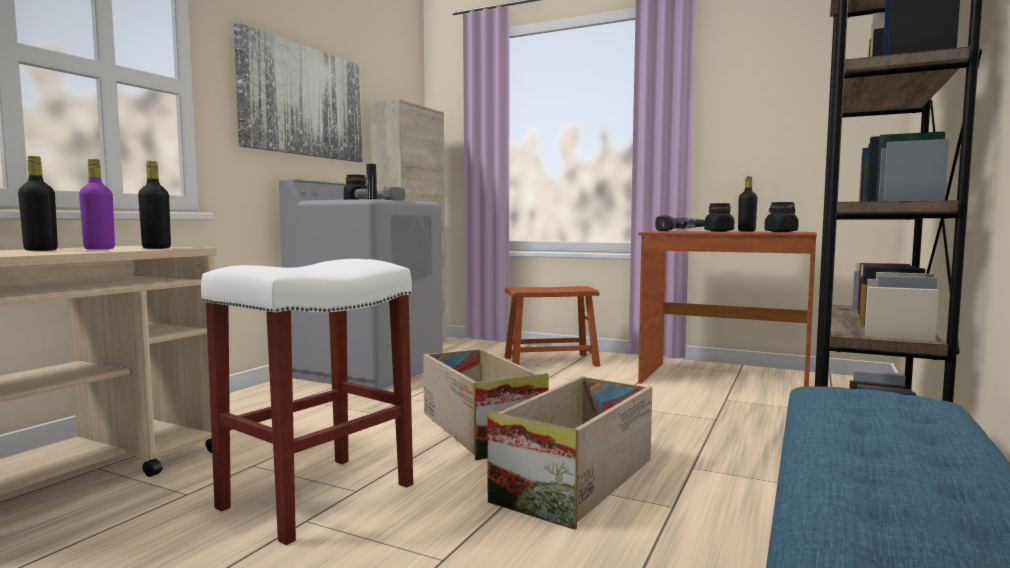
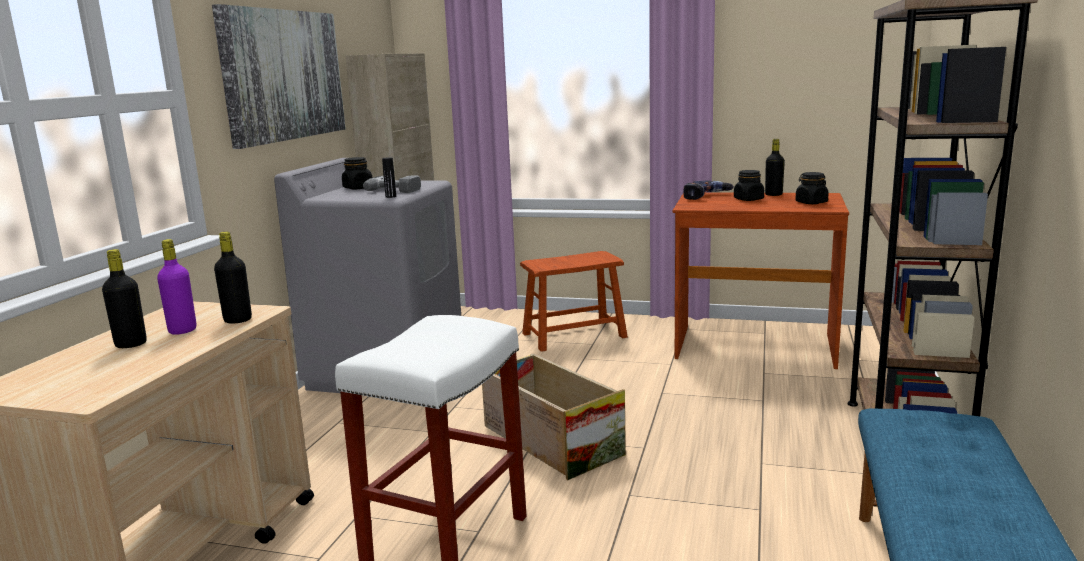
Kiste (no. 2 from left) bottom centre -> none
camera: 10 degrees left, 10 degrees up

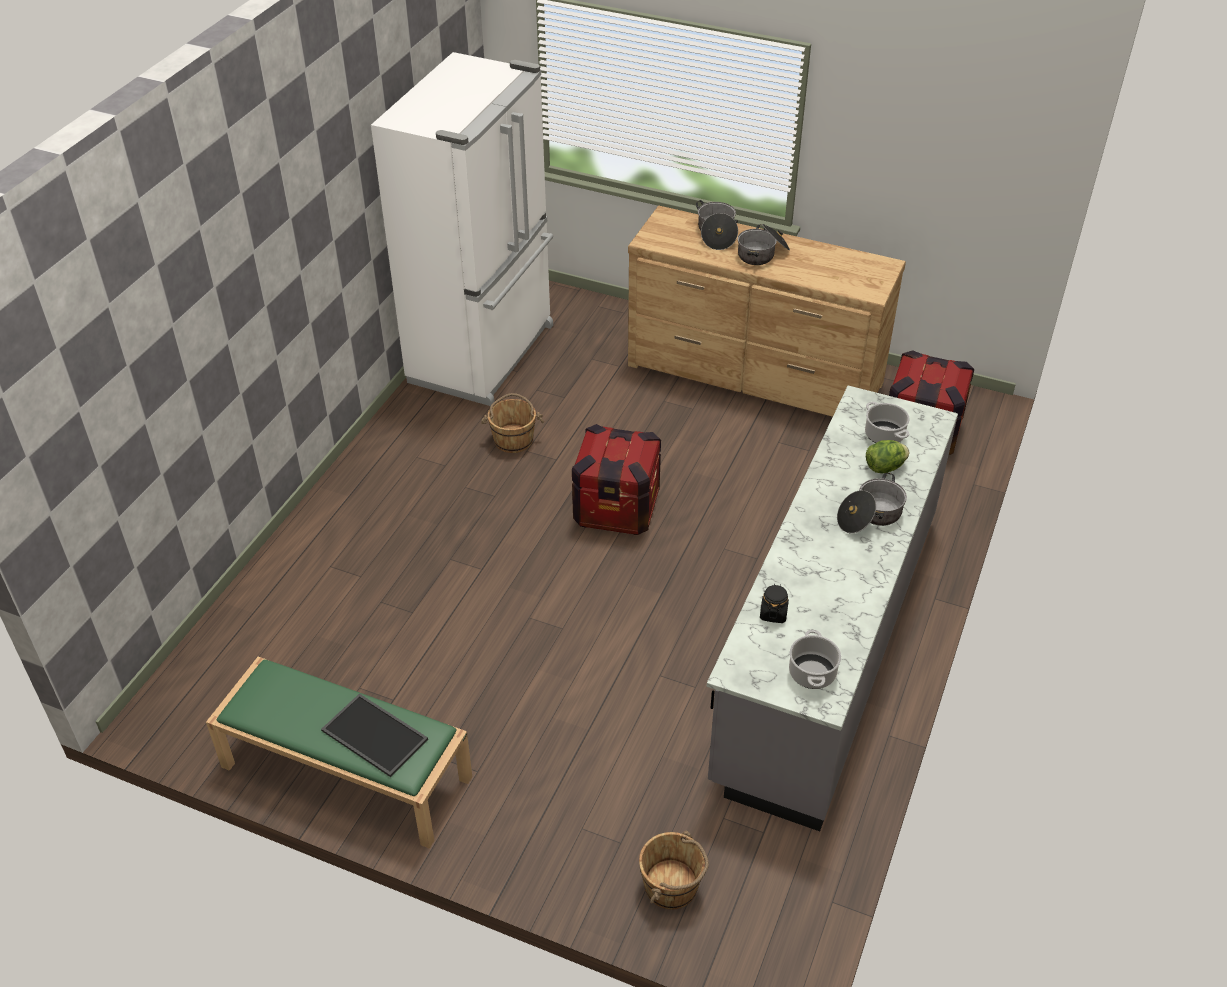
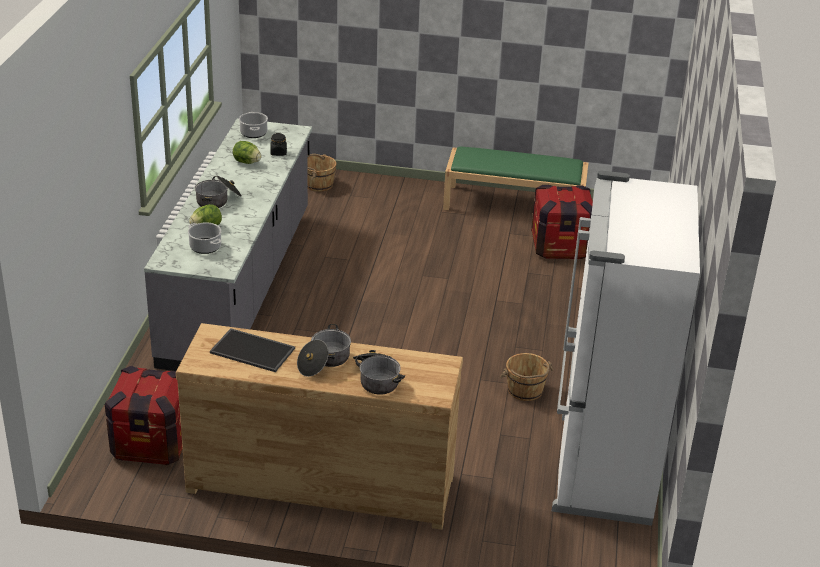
none -> Salatkopf (no. 2 from left) top left
Tablett bottom left -> Tablett middle left, shifted
Kiste (no. 1 from left in the first image) centre -> Kiste (no. 2 from left) middle right, shifted
camera: 165 degrees right, 10 degrees down

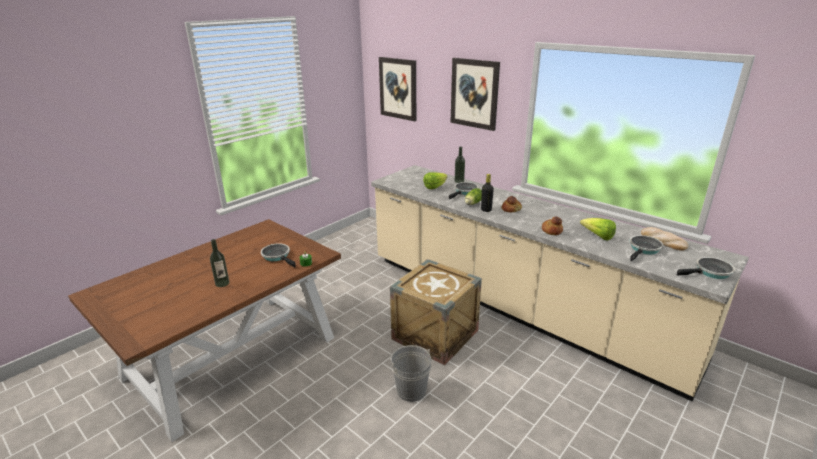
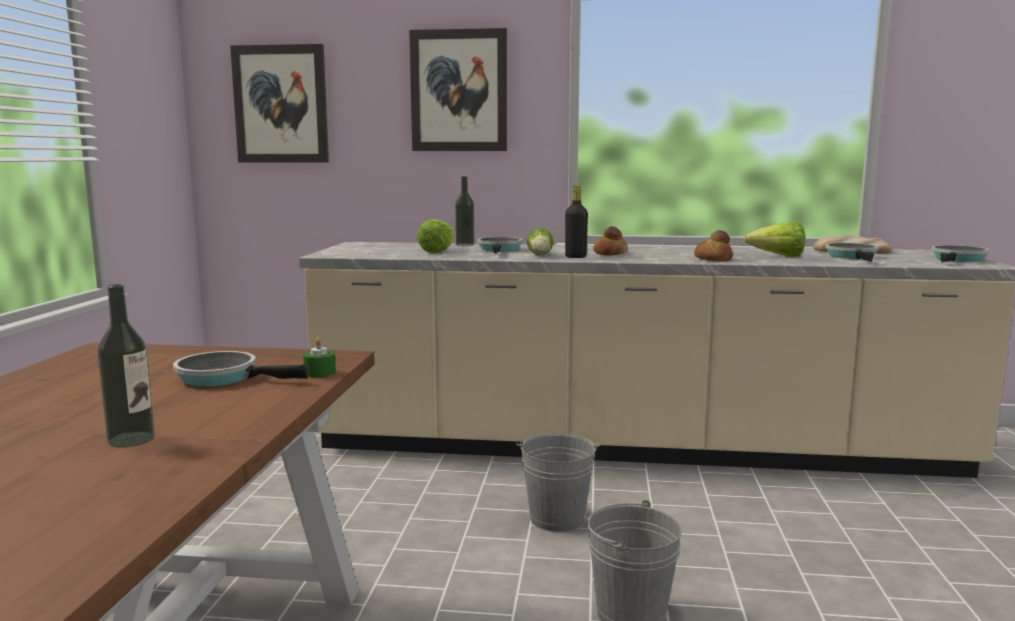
Kiste bottom centre -> Eimer (grau) (no. 1 from left) bottom centre
camera: 35 degrees left, 15 degrees down

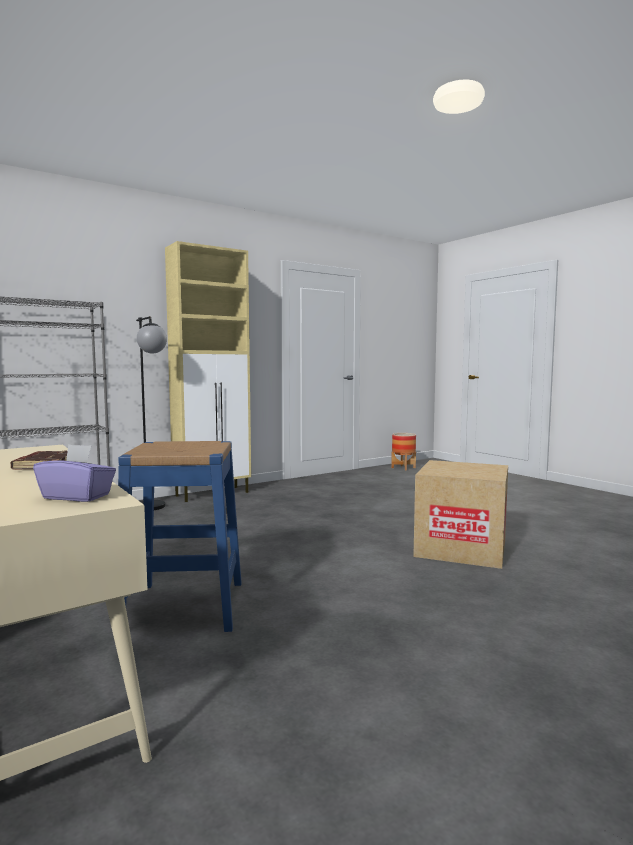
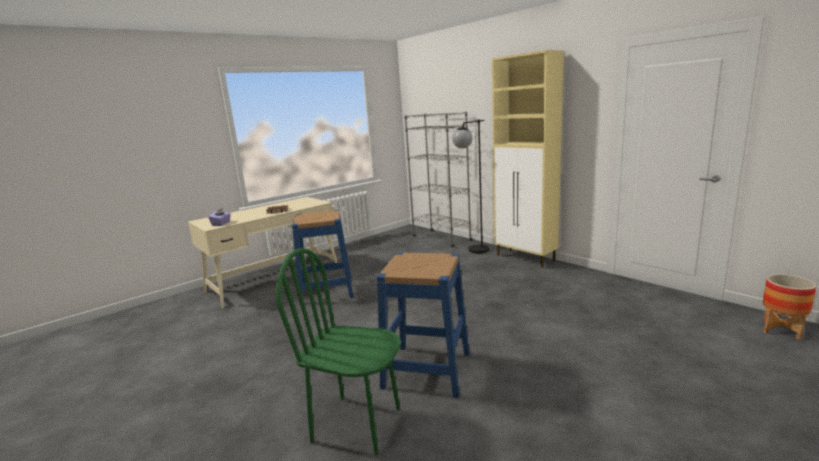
none -> Stuhl (grün) bottom centre
Karton middle right -> Hocker (blau) (no. 2 from left) bottom centre
camera: 85 degrees right, 10 degrees up

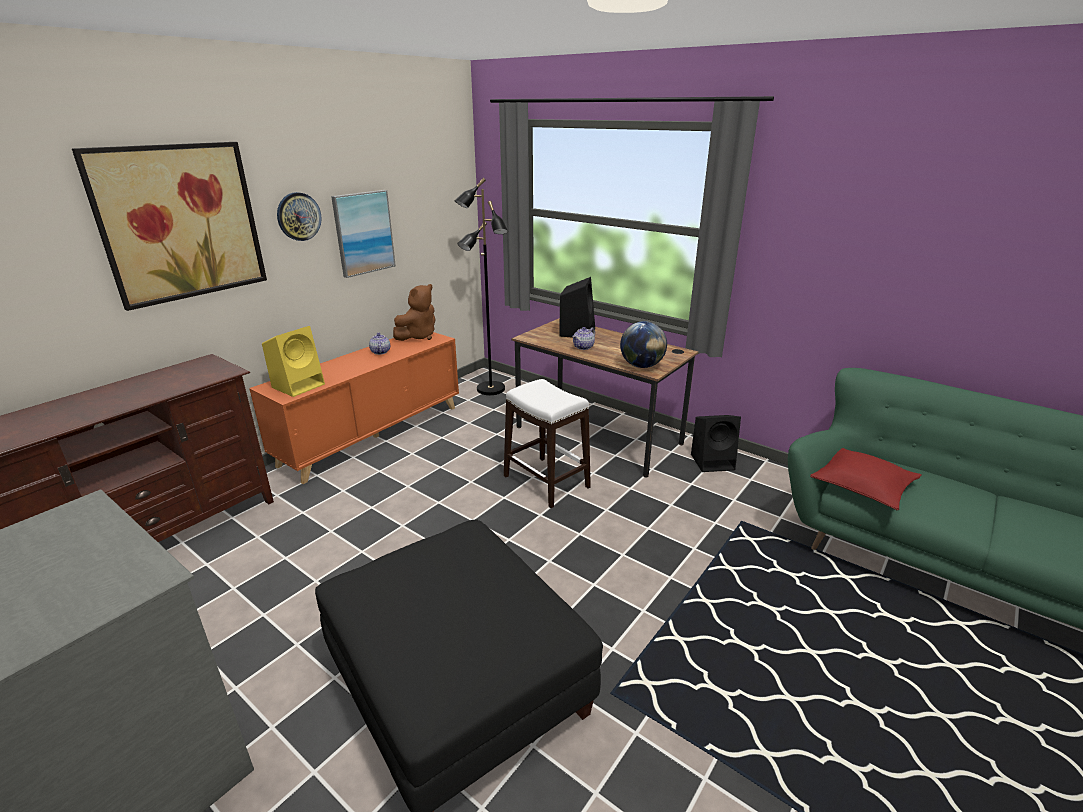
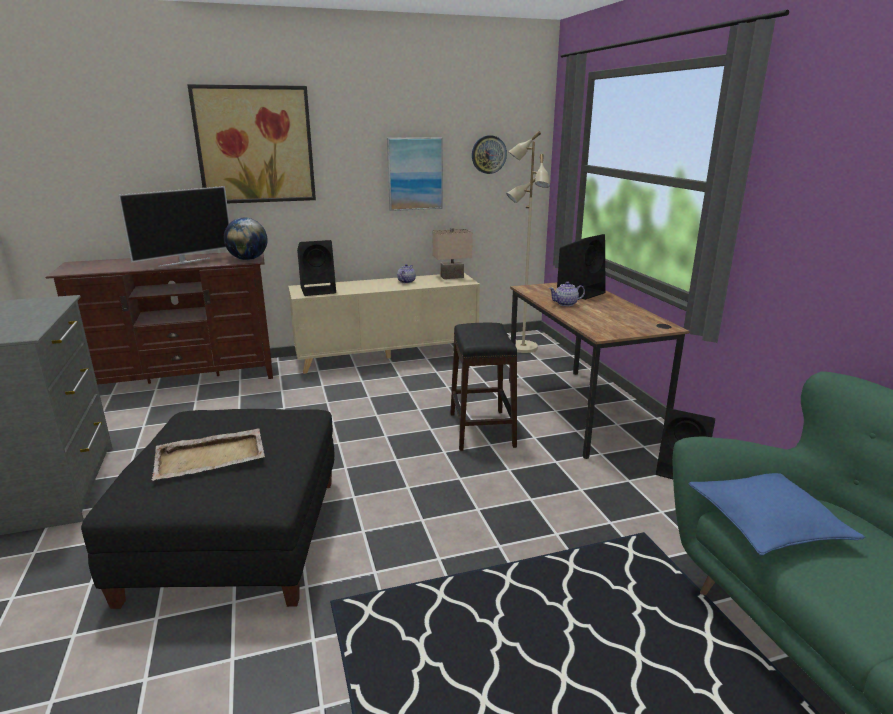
none -> Fernseher top left
none -> Tablett (beige) middle left
Wanduhr top left -> Wanduhr top centre, shifted
Globus centre -> Globus middle left, shifted
Plüschtier (braun) centre -> Tischlampe (beige) centre
Schrank (orange) middle left -> Schrank (beige) centre
Lautsprecher (gelb) middle left -> Lautsprecher (schwarz) (no. 1 from left) centre
Stehlampe (schwarz) centre -> Stehlampe (beige) centre
Hocker (weiß) centre -> Hocker (schwarz) centre
Kissen (rot) middle right -> Kissen (blau) bottom right
camera: 35 degrees right, 5 degrees down

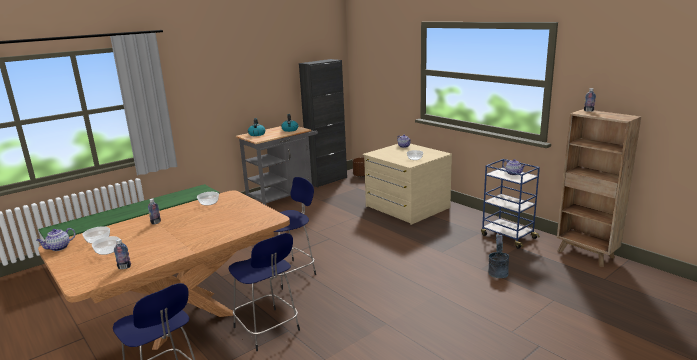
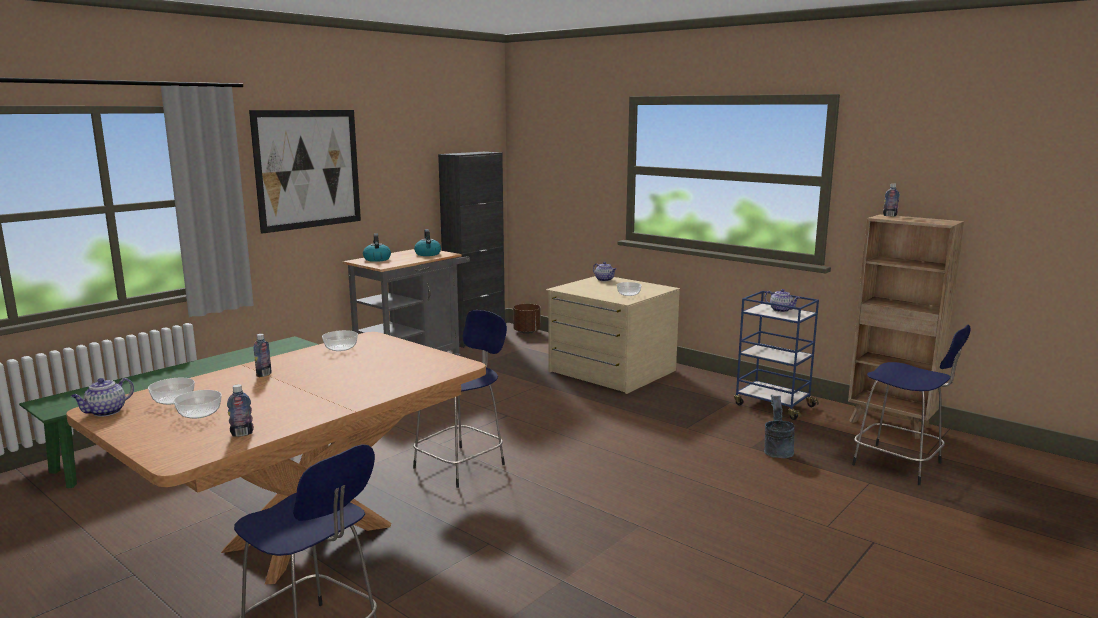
none -> Bild top left
Hocker (blau) (no. 2 from left in the first image) bottom centre -> Hocker (blau) (no. 3 from left) middle right, shifted
camera: 10 degrees left, 5 degrees down

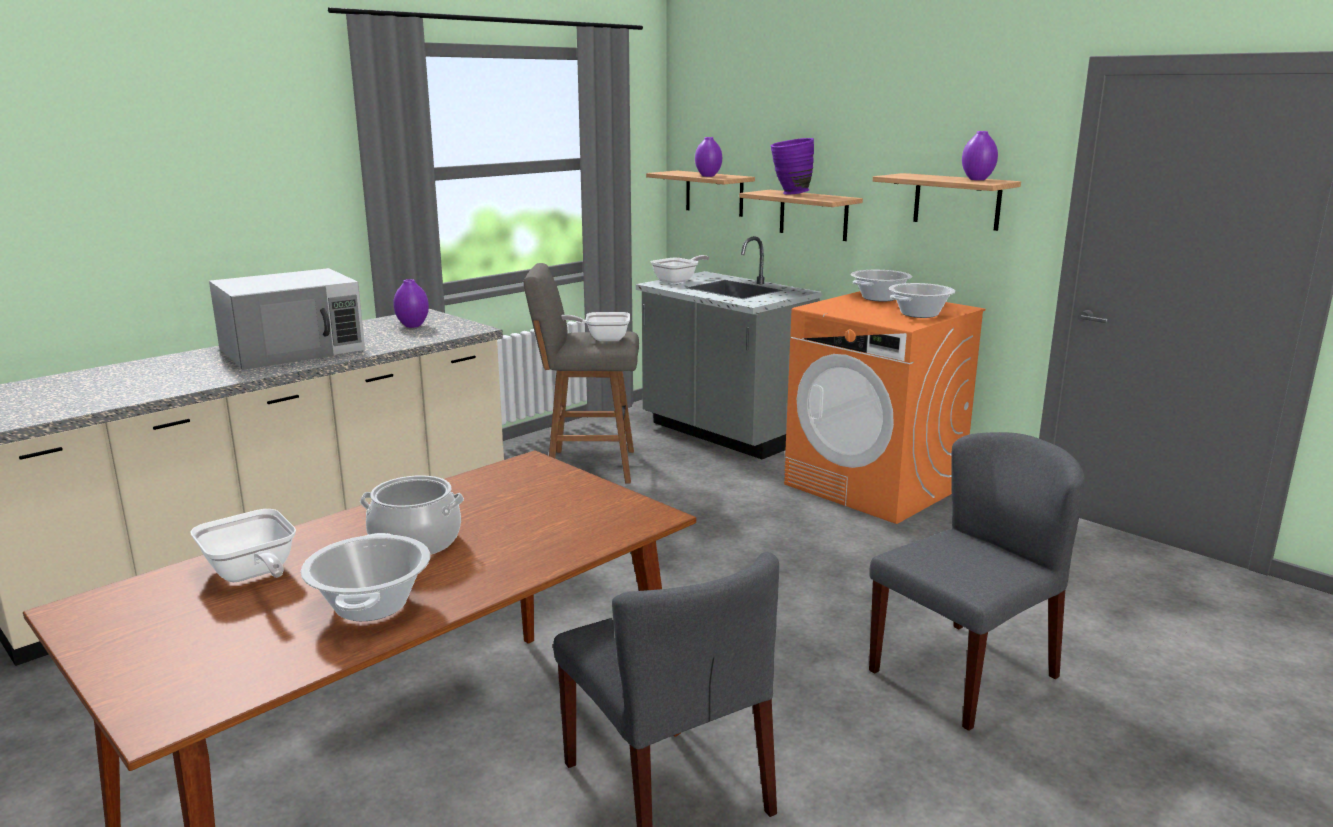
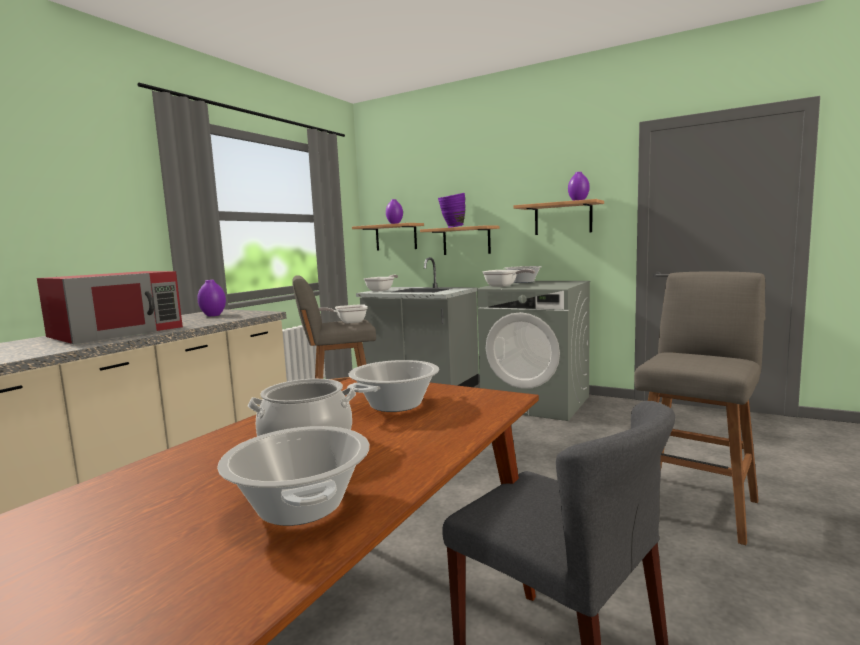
Pfanne (no. 1 from left in the first image) middle left -> Pfanne (no. 3 from left) centre, shifted
Kochtopf (no. 4 from left in the first image) middle right -> Kochtopf (no. 3 from left) centre, shifted
Stuhl (grau) (no. 2 from left) bottom right -> Hocker (grau) (no. 2 from left) middle right
Mikrowelle (weiß) middle left -> Mikrowelle (rot) middle left
Waschmaschine (orange) centre -> Waschmaschine (grau) centre
camera: 15 degrees left, 10 degrees down

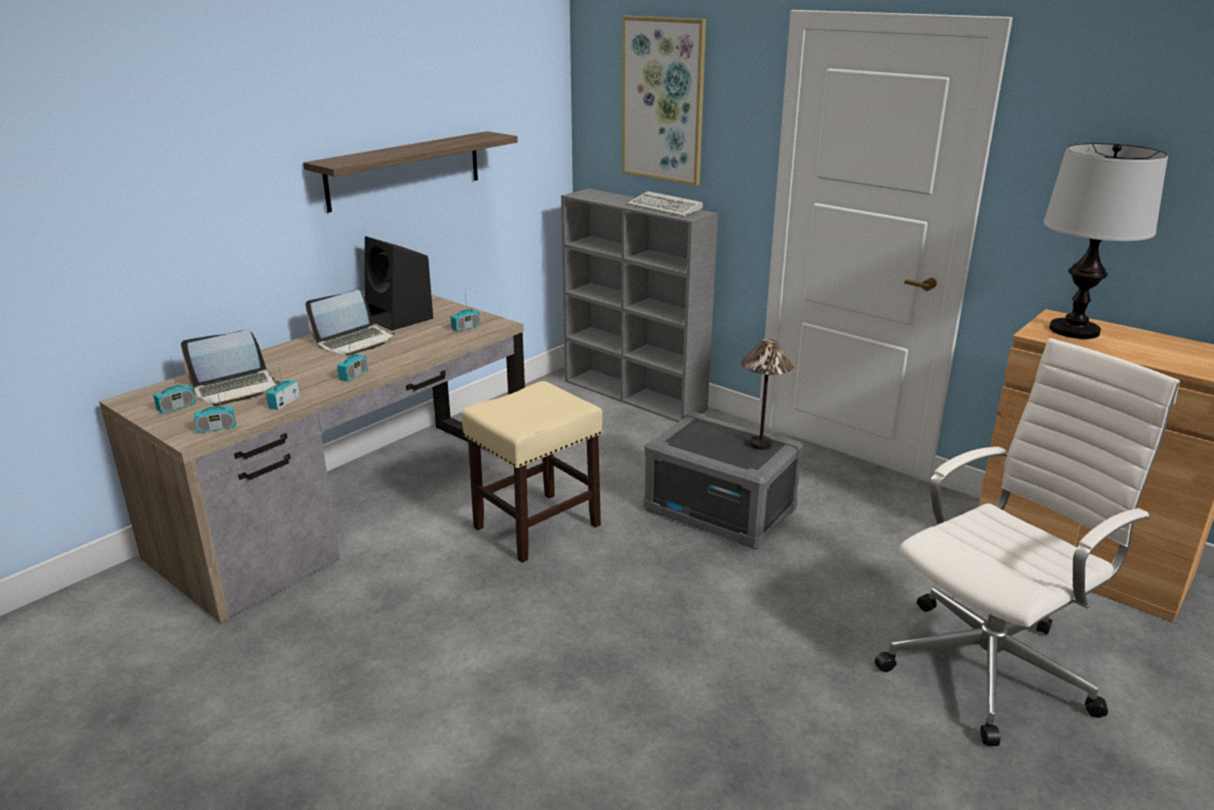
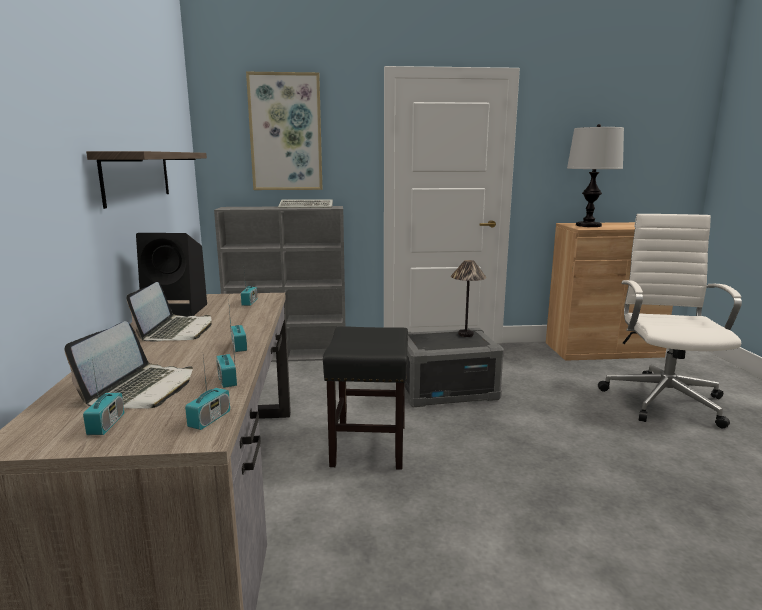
Hocker (beige) centre -> Hocker (schwarz) centre
camera: 45 degrees left, 10 degrees down

